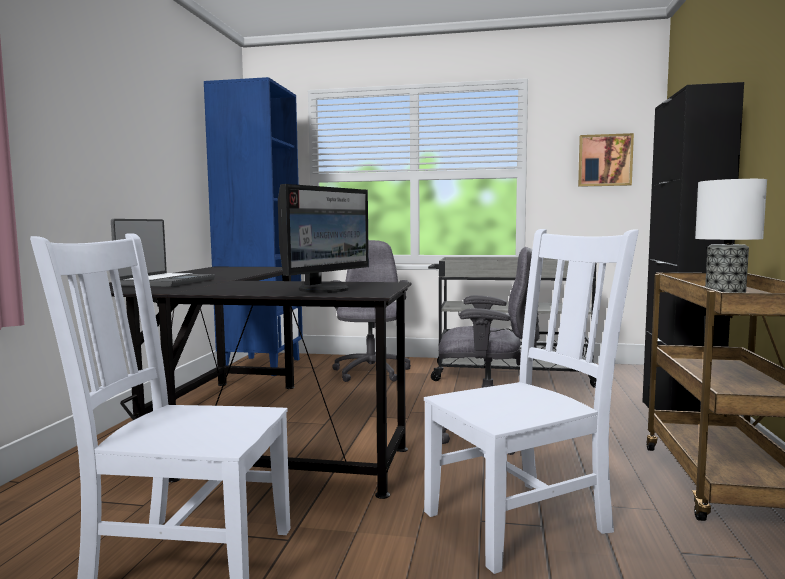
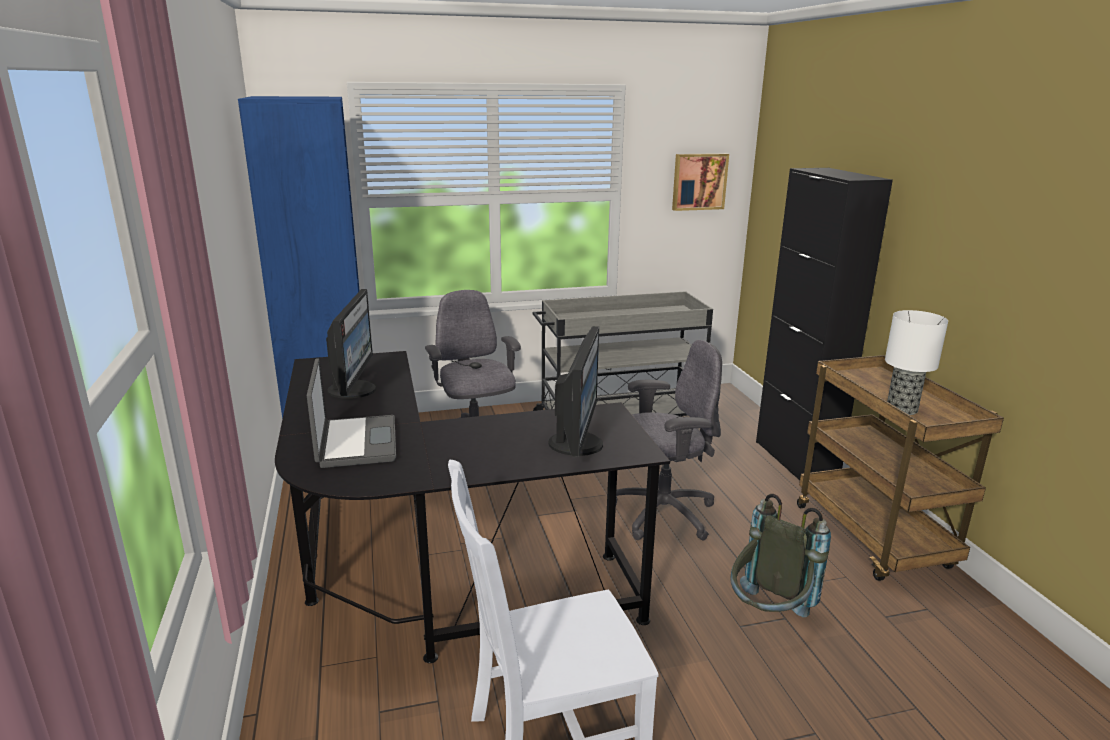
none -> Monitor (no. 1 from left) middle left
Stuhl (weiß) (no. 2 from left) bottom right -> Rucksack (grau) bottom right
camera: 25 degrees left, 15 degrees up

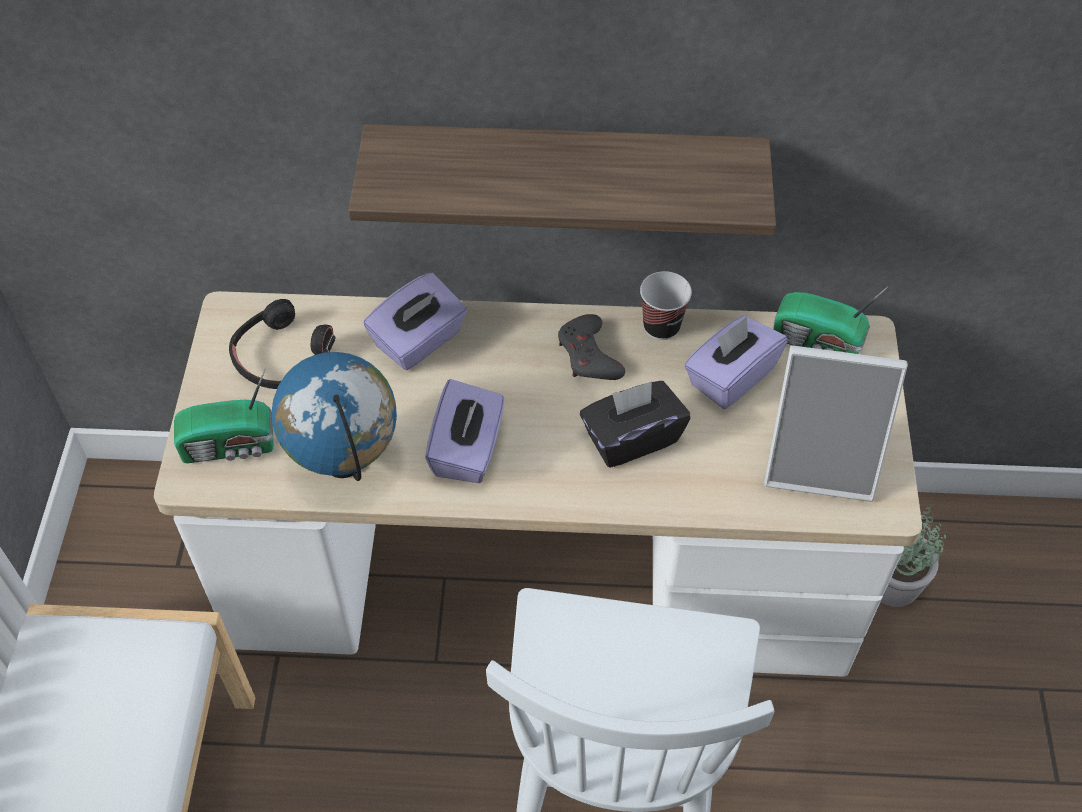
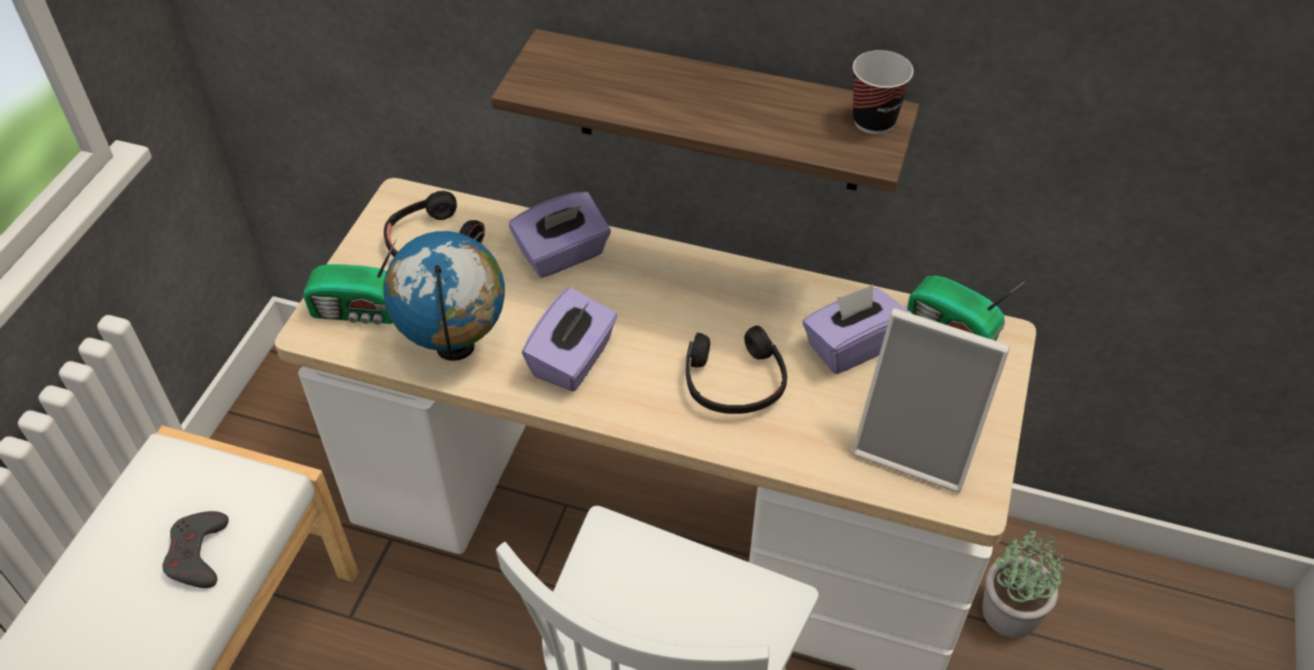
Gamepad (grau) centre -> Gamepad (grau) bottom left, shifted
Tasse centre -> Tasse top right, shifted
Taschentuchbox (schwarz) centre -> Kopfhörer (schwarz) (no. 2 from left) centre
camera: 15 degrees right, 5 degrees down

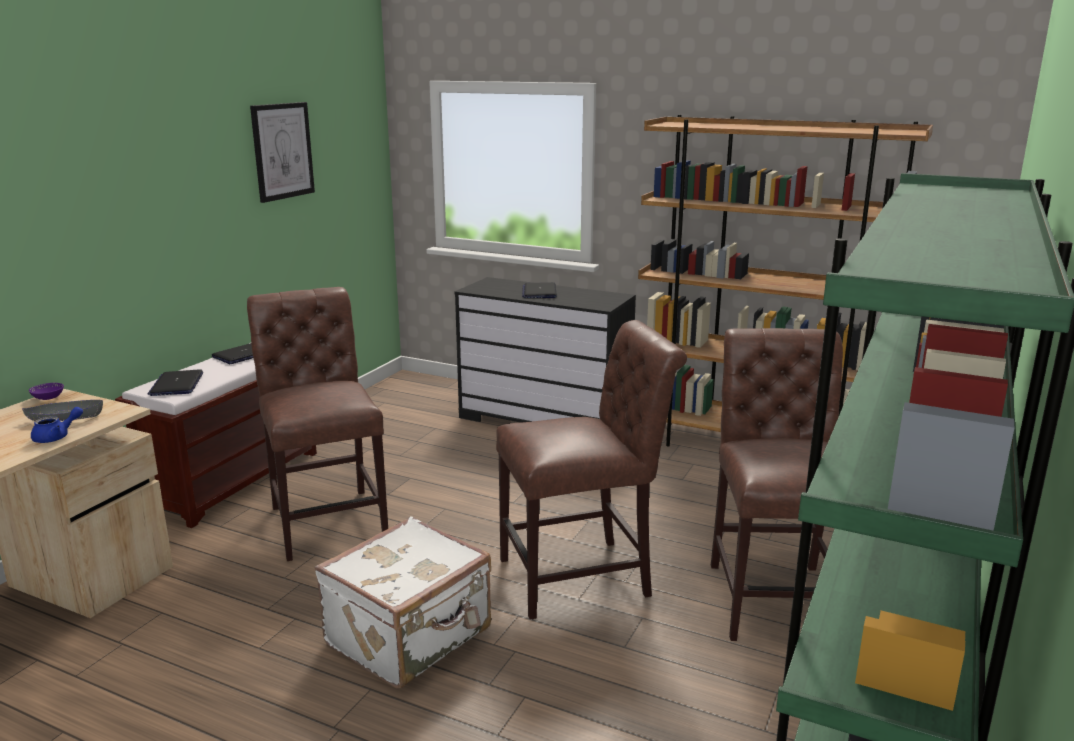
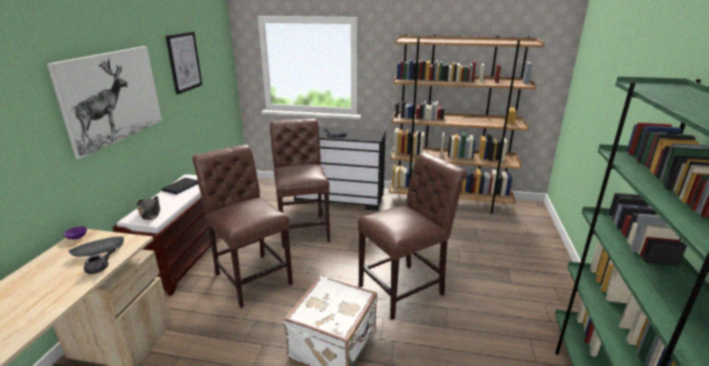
none -> Bild (no. 1 from left) top left
Stuhl (braun) (no. 3 from left in the first image) middle right -> Stuhl (braun) (no. 2 from left) centre, shifted
Laptop (no. 1 from left) middle left -> Hut (schwarz) middle left
Teekanne (blau) middle left -> Teekanne (grau) bottom left
camera: 15 degrees left, 5 degrees up

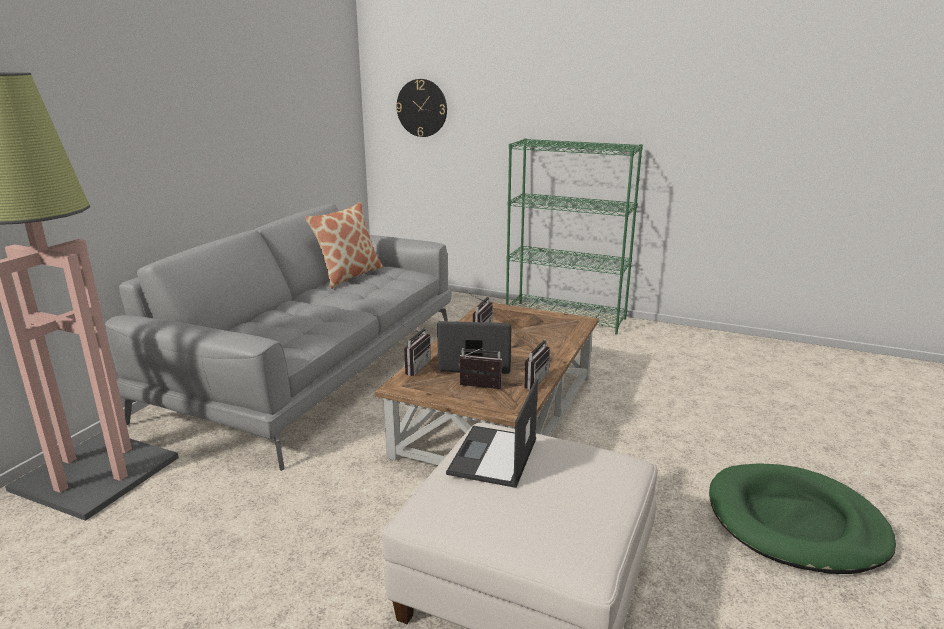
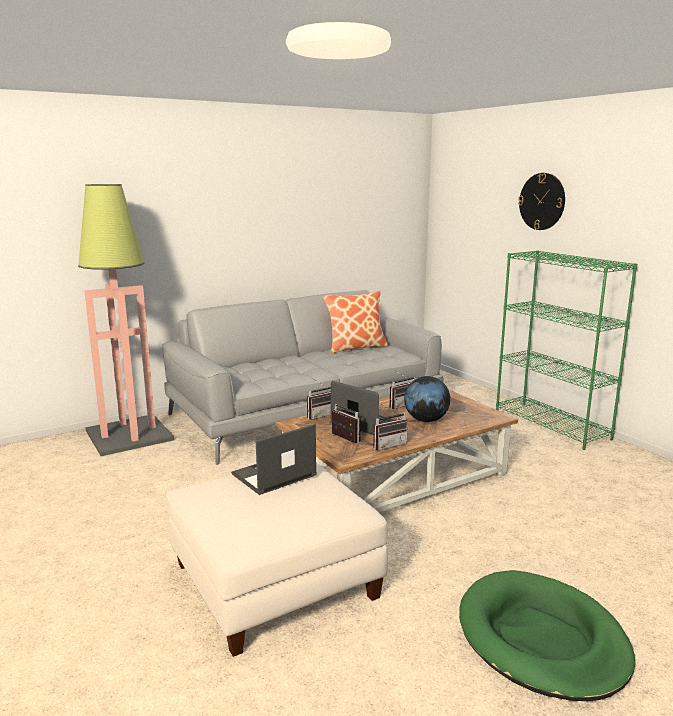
none -> Globus centre
Wanduhr top centre -> Wanduhr top right, shifted
camera: 35 degrees right, 5 degrees down

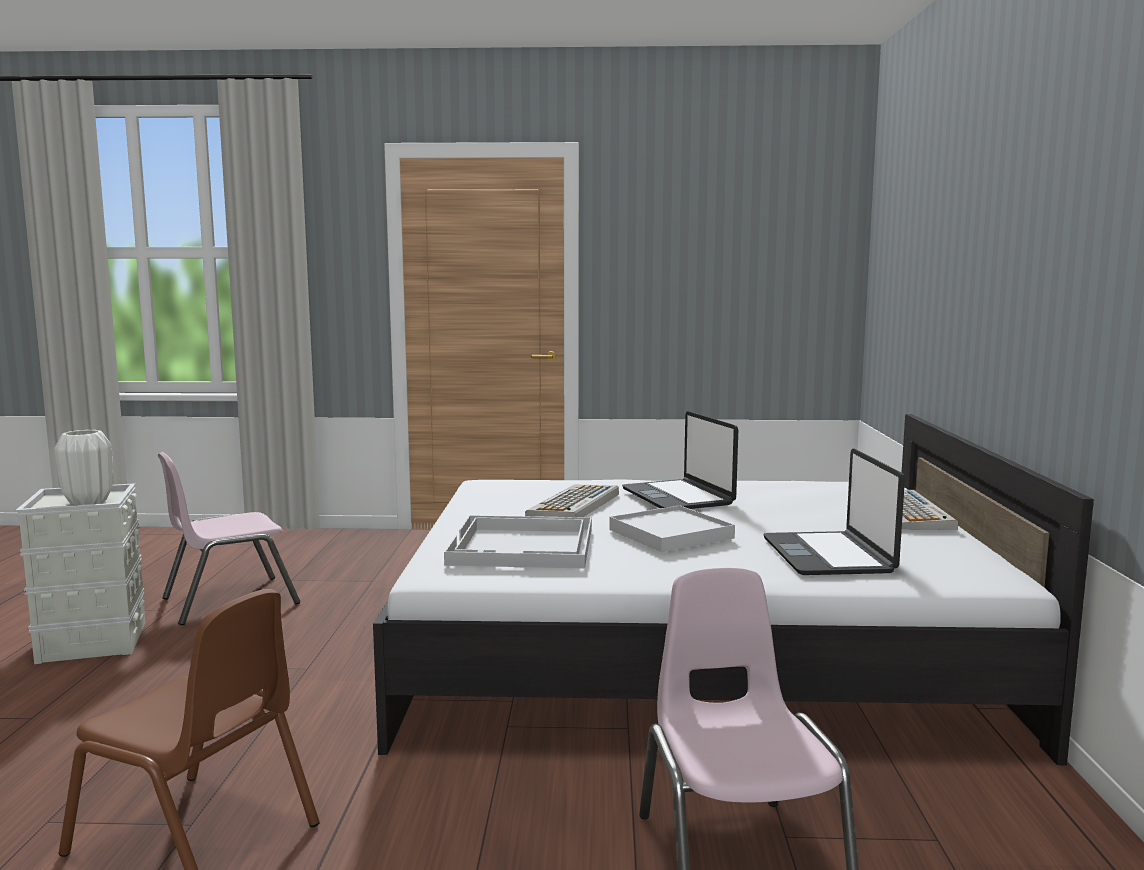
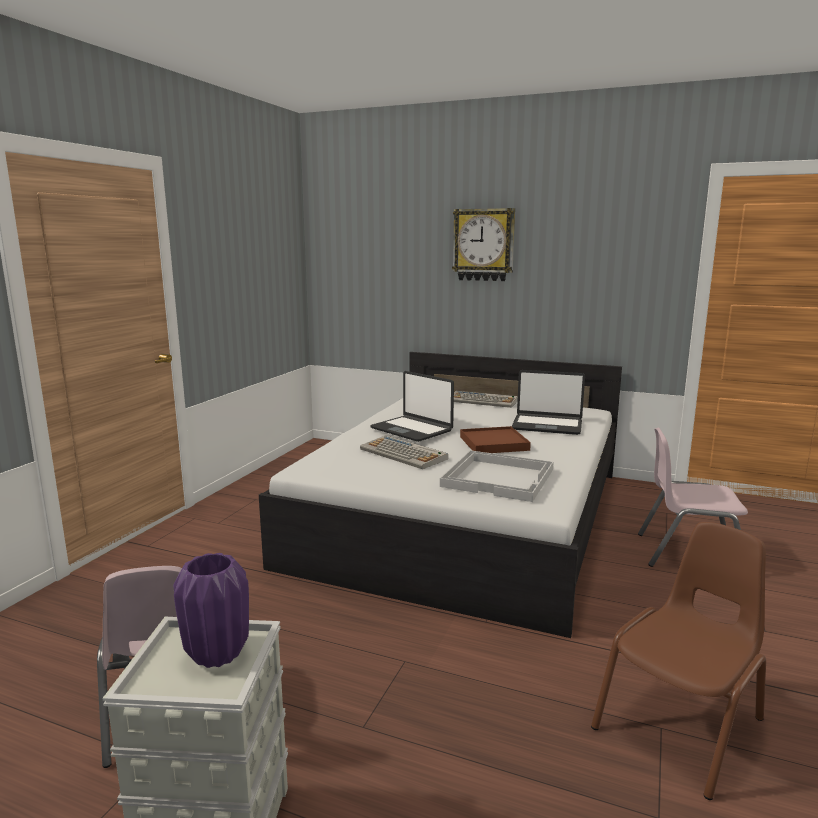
none -> Wanduhr top centre
Vase (weiß) middle left -> Vase (lila) bottom left
Tablett (weiß) (no. 2 from left) centre -> Tablett (braun) centre
Laptop (no. 1 from left) centre, 45 degrees clockwise
camera: 70 degrees left, 5 degrees up

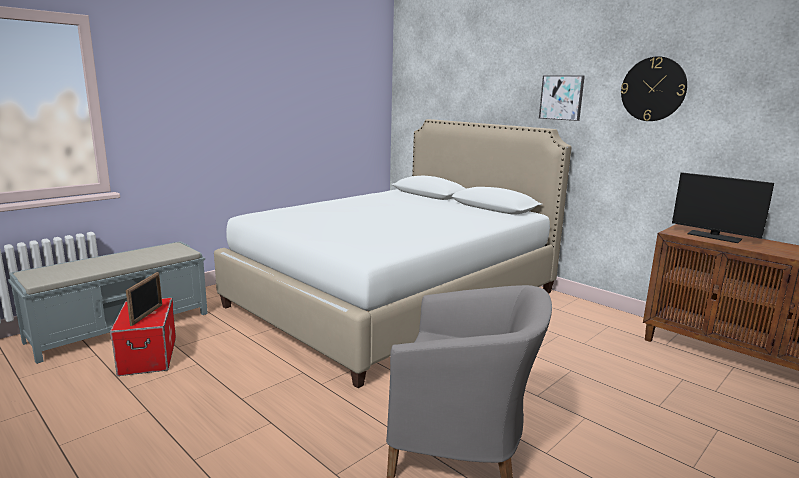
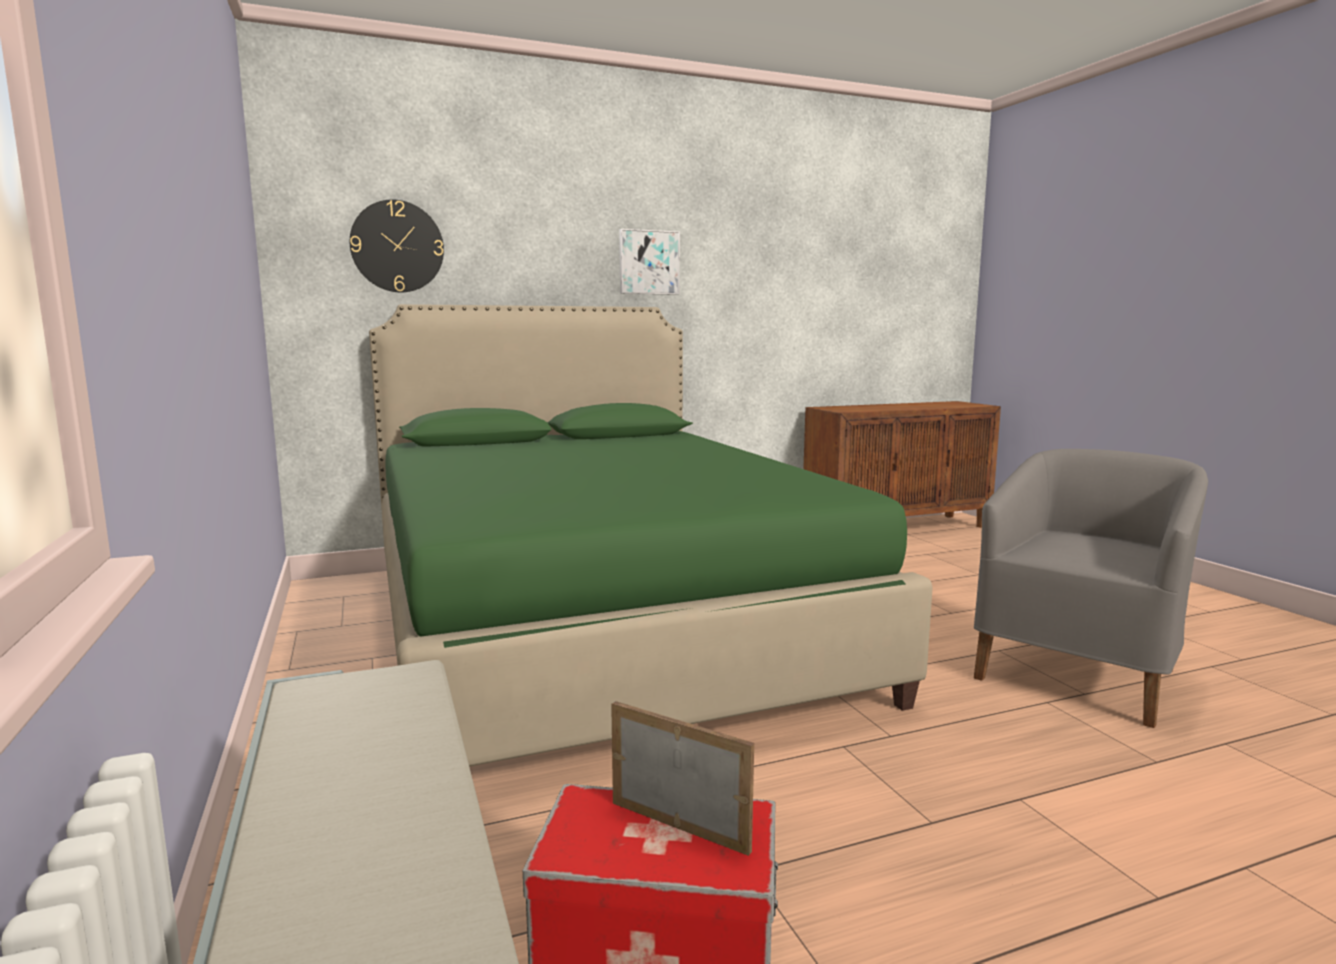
Monitor middle right -> none
Wanduhr top right -> Wanduhr top left, shifted
Bett (weiß) centre -> Bett (grün) centre
camera: 65 degrees left, 5 degrees down

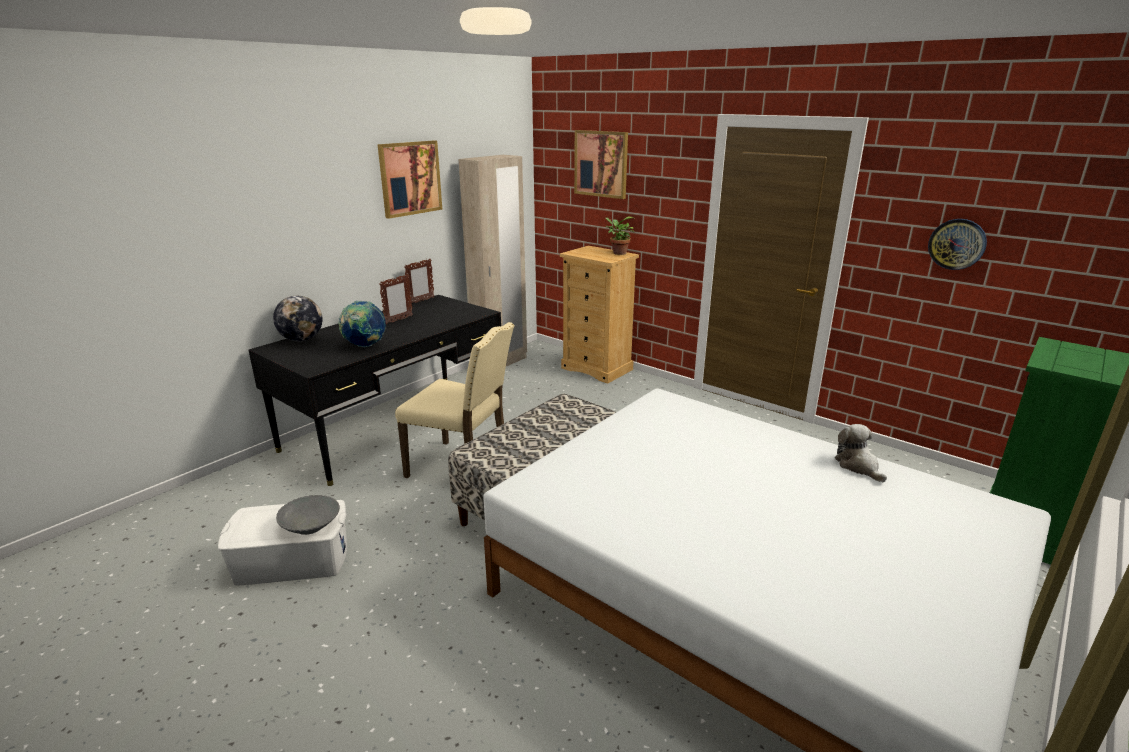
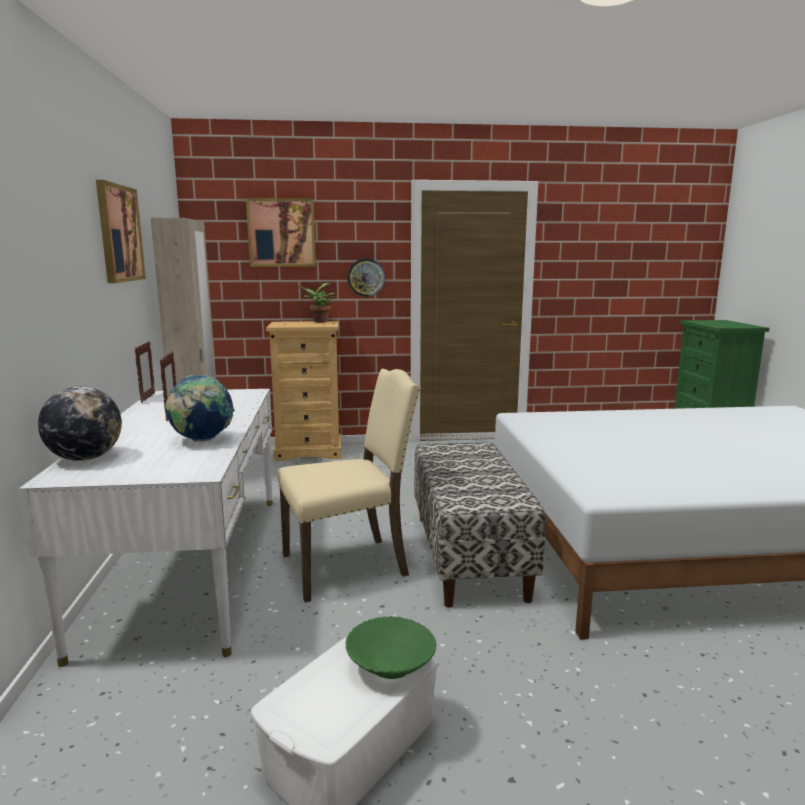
Plüschtier middle right -> none
Wanduhr top right -> Wanduhr centre, shifted
Schreibtisch (schwarz) middle left -> Schreibtisch (weiß) middle left
Schüssel (grau) bottom left -> Schüssel (grün) bottom centre
camera: 45 degrees left, 10 degrees down

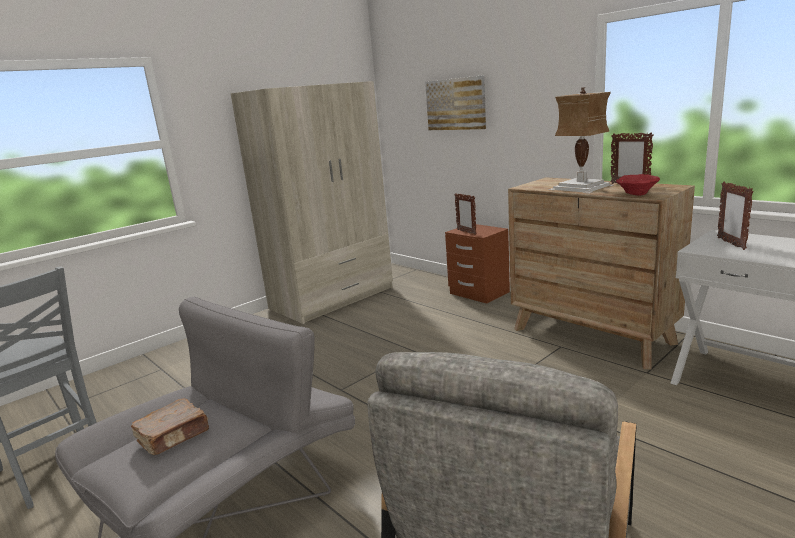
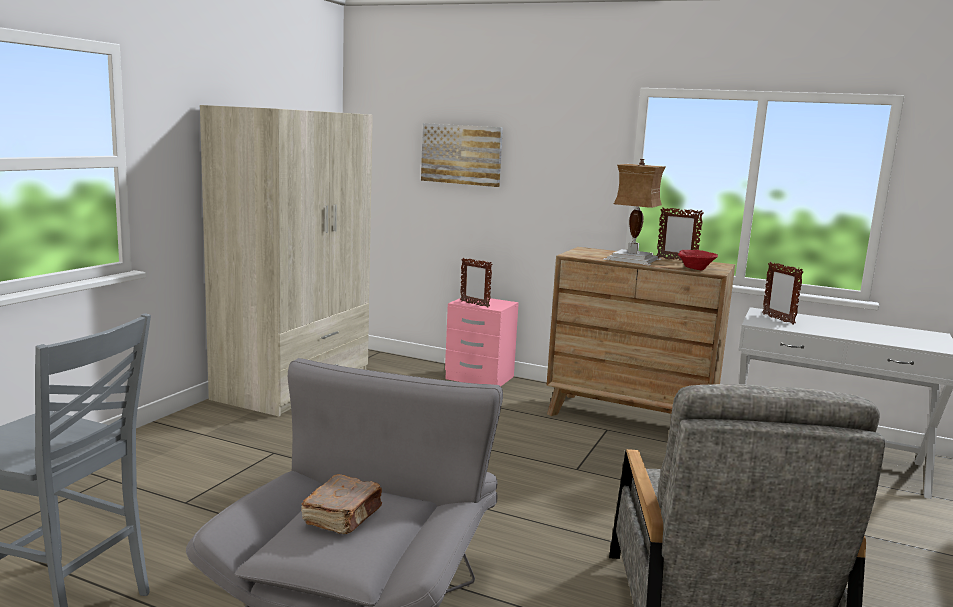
Nachttisch (braun) centre -> Nachttisch (rosa) centre
camera: 25 degrees left, 5 degrees down

